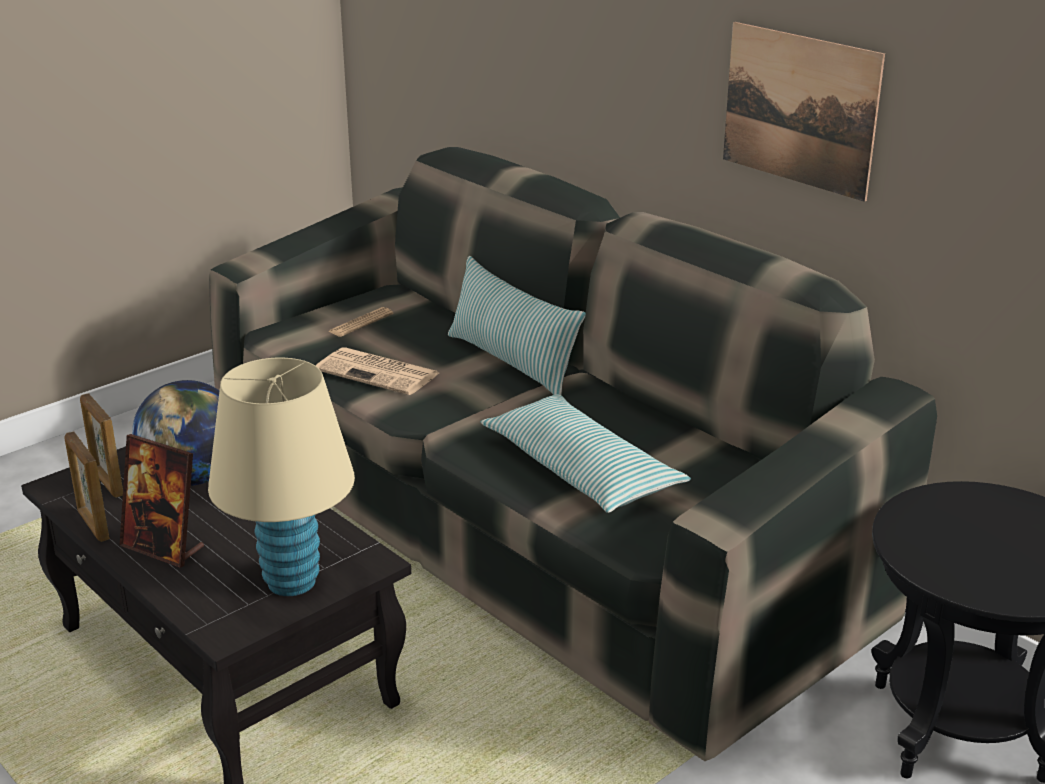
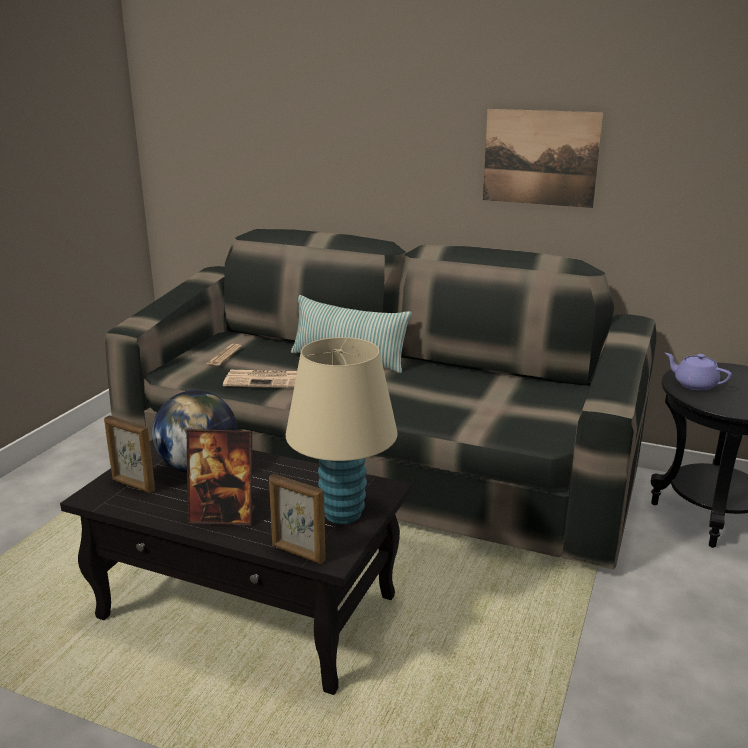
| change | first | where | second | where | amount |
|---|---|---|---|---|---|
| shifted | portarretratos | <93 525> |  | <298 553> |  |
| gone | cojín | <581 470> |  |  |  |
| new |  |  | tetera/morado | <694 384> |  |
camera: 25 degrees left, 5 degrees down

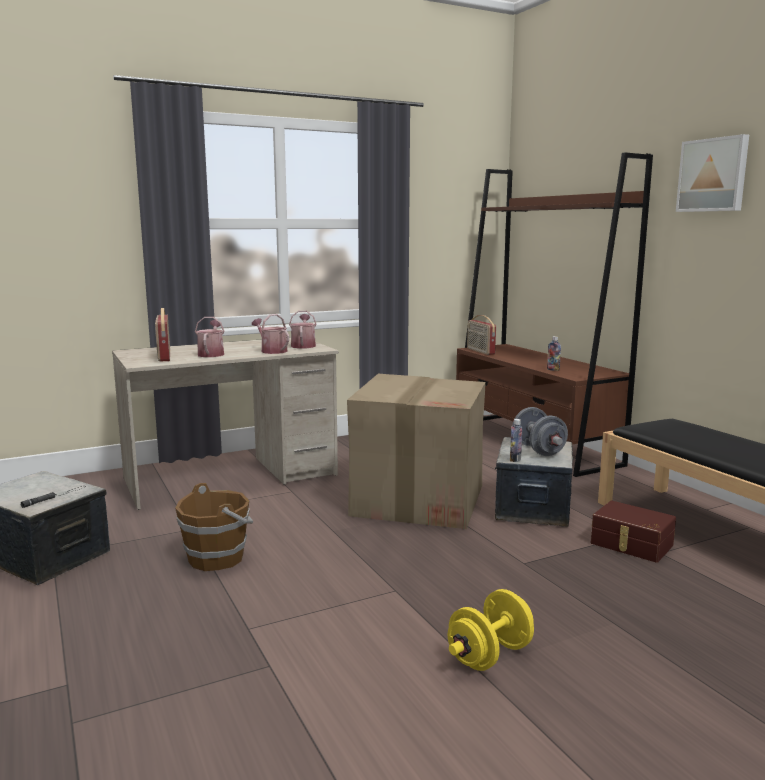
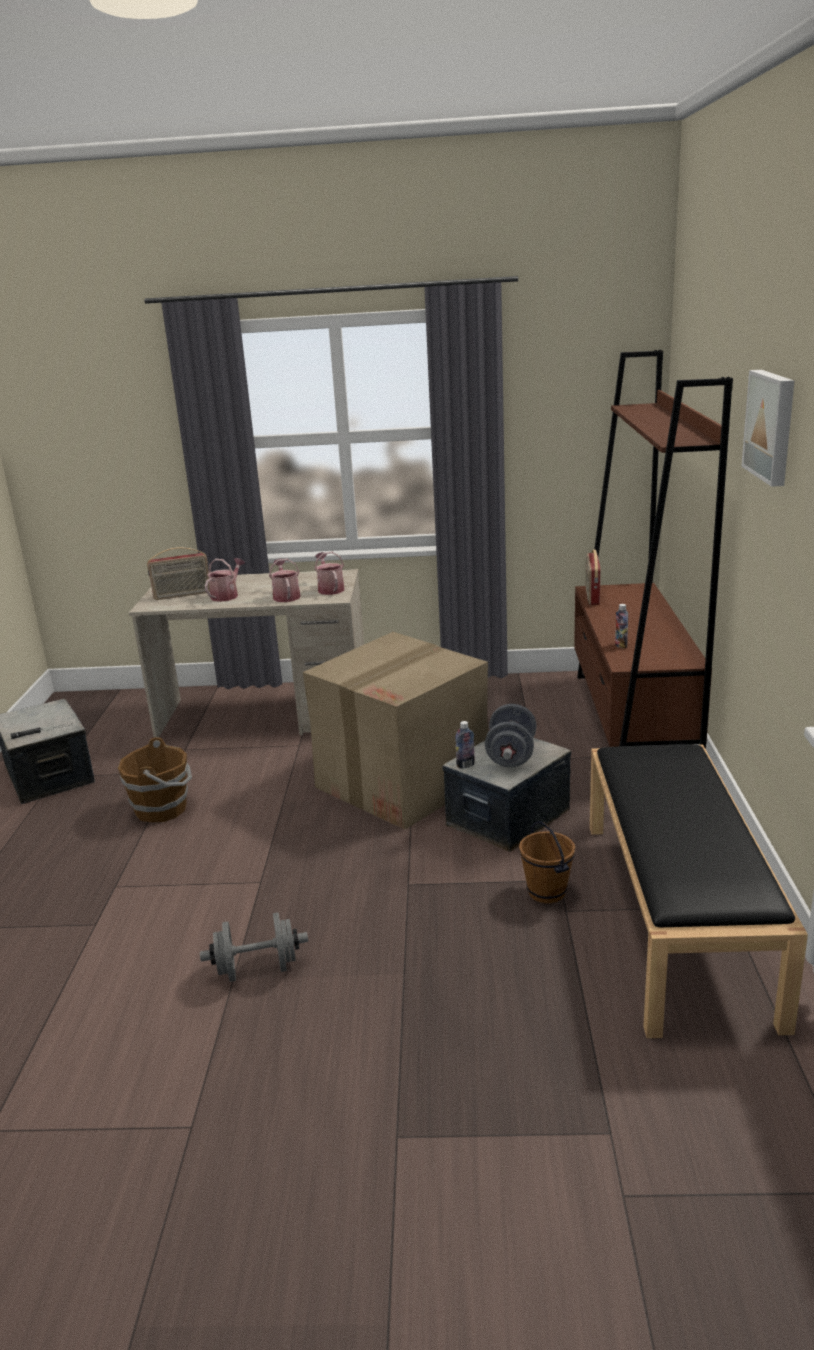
| change | first | where | second | where | amount |
|---|---|---|---|---|---|
| rotated | radio | <163 356> |  | <182 595> | 120 degrees counterclockwise |
| rotated | regadera | <303 345> |  | <330 589> | 45 degrees counterclockwise |
| repainted | mancuerna/amarillo | <490 655> | mancuerna/gris | <257 969> |  |
| swapped | caja de almacenaje/marrón | <631 545> | cubo/marrón | <547 892> |  |
camera: 30 degrees right, 10 degrees up

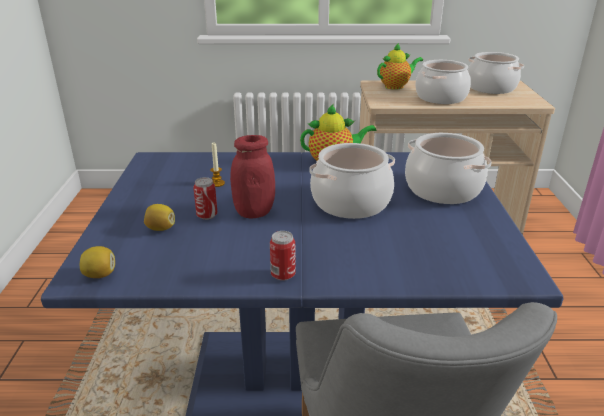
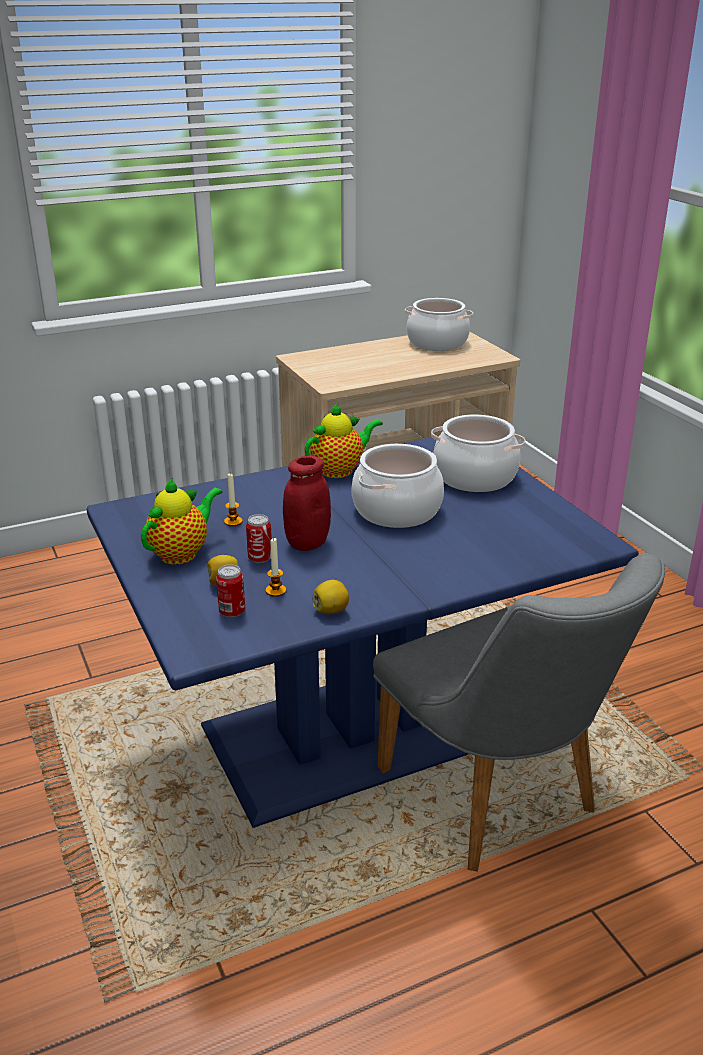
| change | first | where | second | where | amount |
|---|---|---|---|---|---|
| shifted | limón | <100 274> |  | <331 610> |  |
| shifted | lata | <283 275> |  | <232 612> |  |
| shifted | tetera | <396 86> |  | <182 553> |  |
| gone | olla | <441 97> |  |  |  |
| new |  |  | vela | <276 591> |  |
camera: 25 degrees left, 0 degrees up

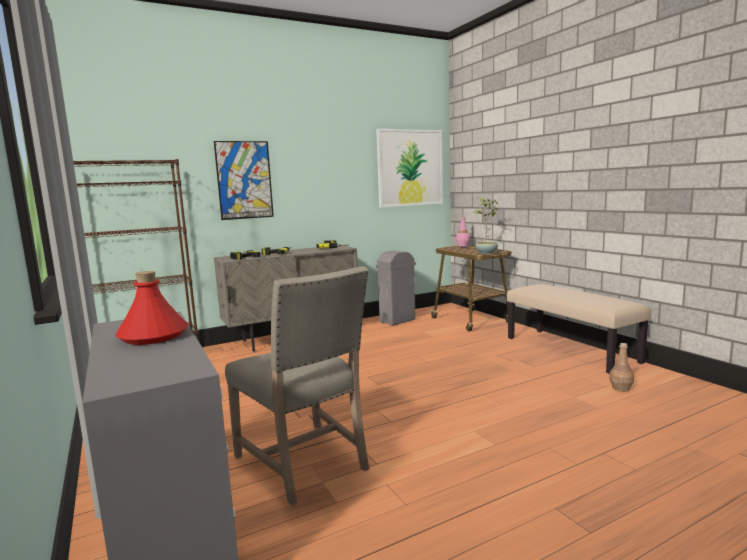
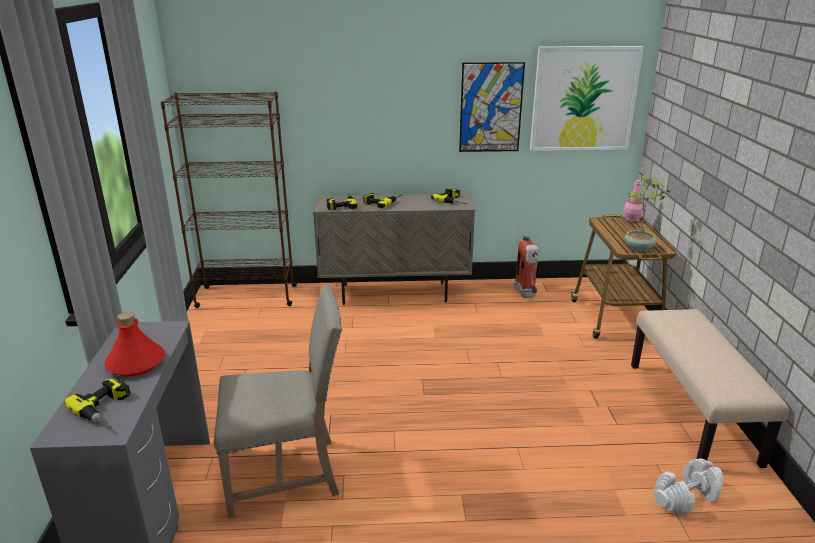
| change | first | where | second | where | amount |
|---|---|---|---|---|---|
| shifted | cuadro | <244 180> |  | <491 108> |  |
| rotated | silla/beis | <305 463> |  | <287 473> | 90 degrees counterclockwise |
| swapped | papelera/gris | <398 321> | extintor | <526 295> |  |
| swapped | botella/marrón | <621 388> | mancuerna/blanco | <686 497> |  |
| new |  |  | taladro | <108 409> |  |
camera: 25 degrees right, 15 degrees up

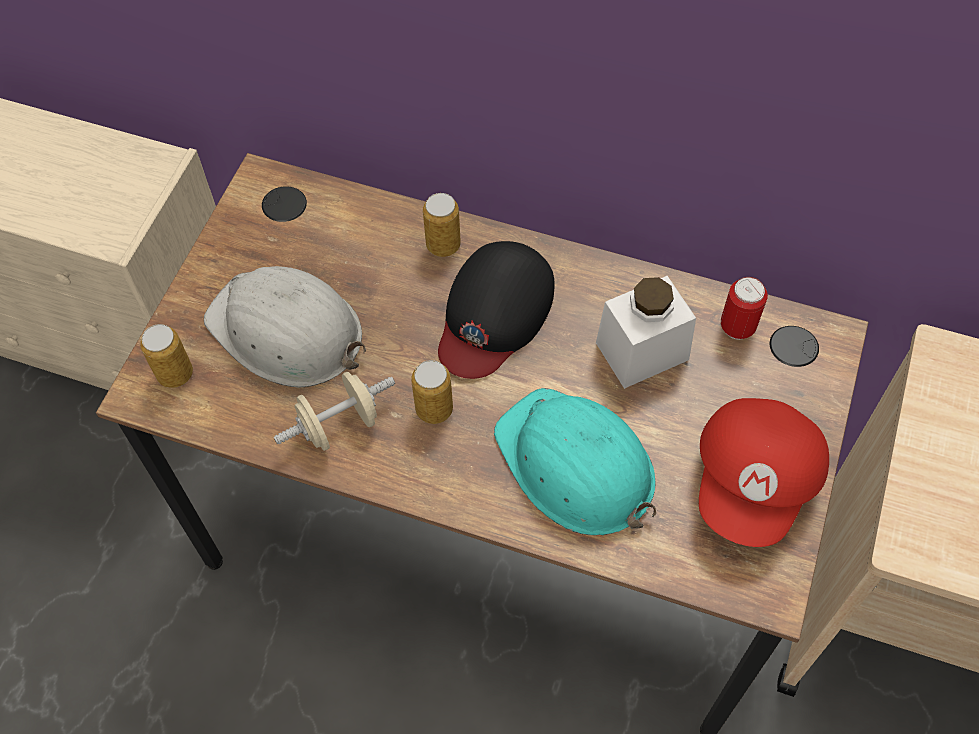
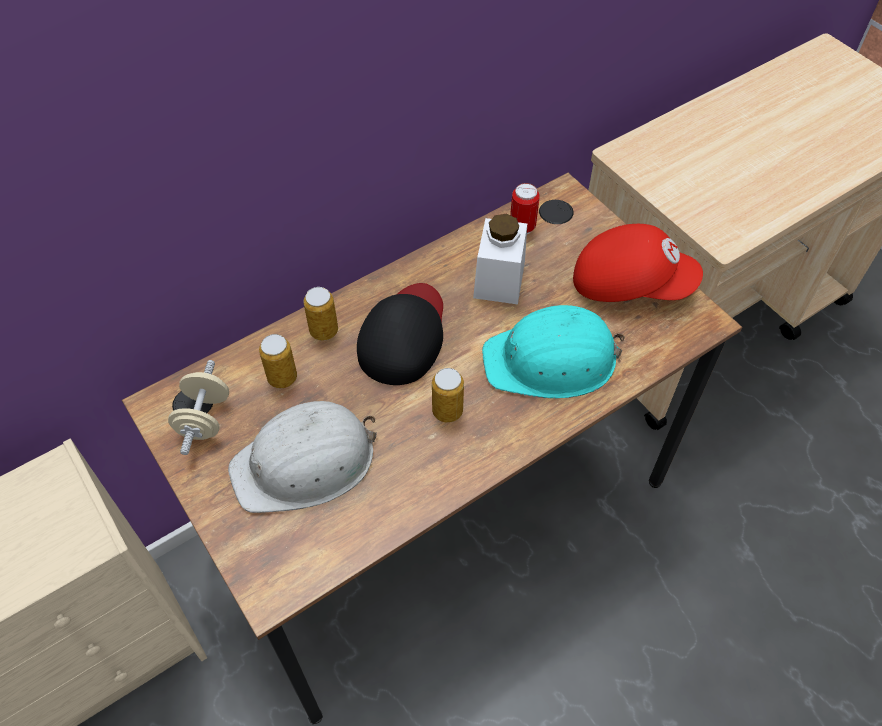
| change | first | where | second | where | amount |
|---|---|---|---|---|---|
| shifted | lata | <175 374> |  | <282 378> |  |
| shifted | mancuerna/beis | <339 425> |  | <204 419> |  |
| rotated | gorra/negro | <494 314> |  | <404 336> | 135 degrees counterclockwise |
| rotated | gorra/rojo | <755 482> |  | <630 283> | 45 degrees counterclockwise |
camera: 55 degrees left, 5 degrees down

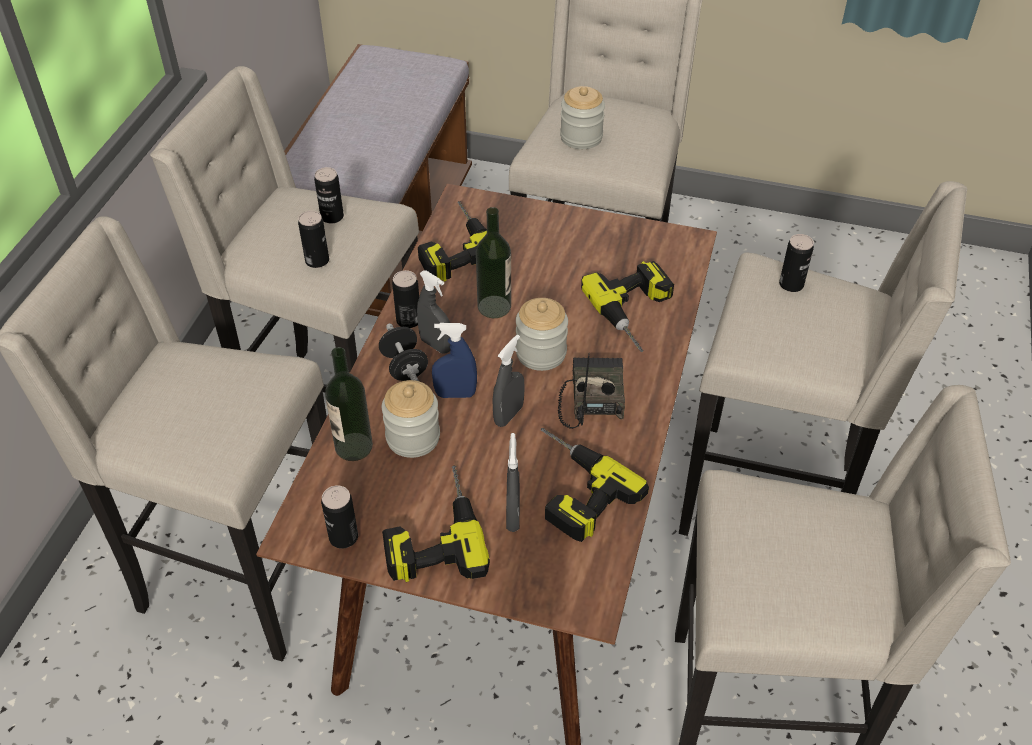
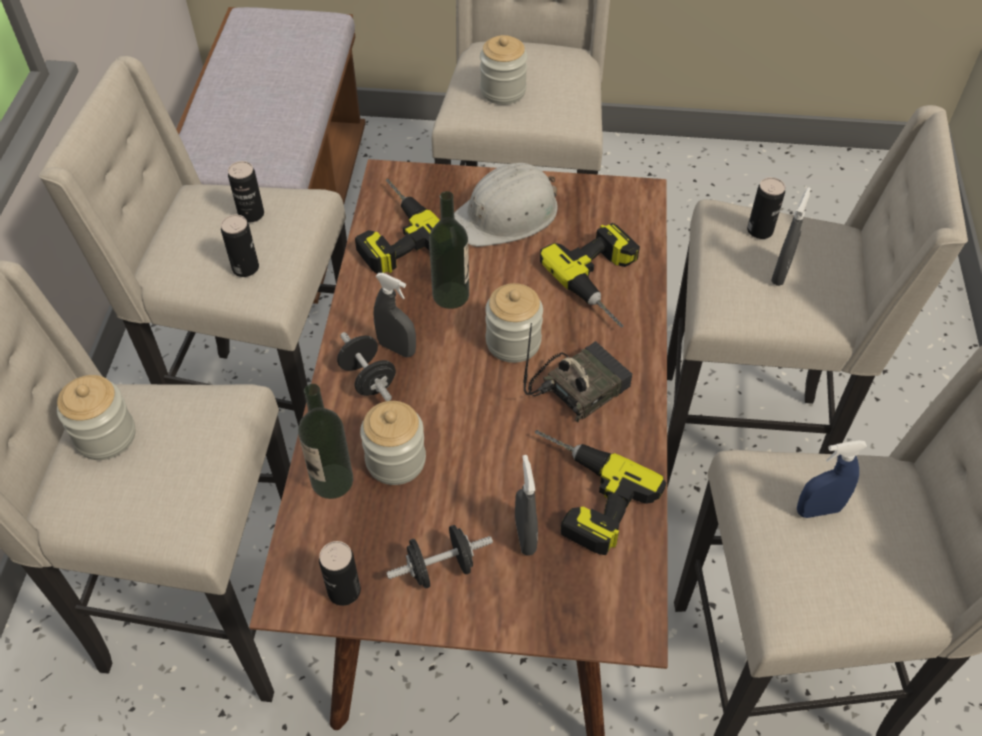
| change | first | where | second | where | amount |
|---|---|---|---|---|---|
| swapped | taladro | <431 531> | mancuerna/negro | <440 568> |  |
| gone | lata | <408 320> |  |  |  |
| shifted | pulverizador/azul | <455 394> |  | <818 510> |  |
| shifted | pulverizador/gris | <508 415> |  | <780 273> |  |
| rotated | radio | <591 398> |  | <578 386> | 60 degrees clockwise |
| new |  |  | tarro | <106 436> |  |
| new |  |  | casco/blanco | <507 214> |  |
camera: 10 degrees left, 5 degrees up

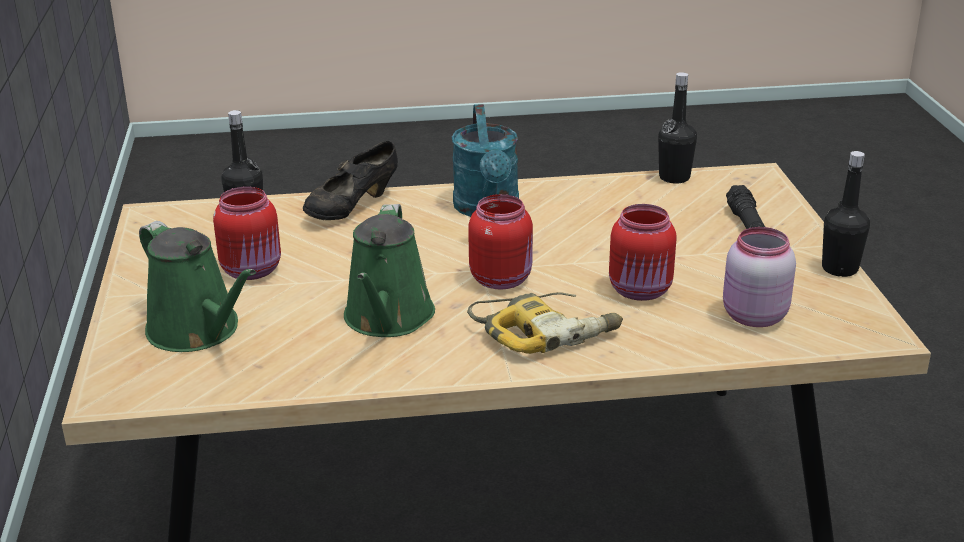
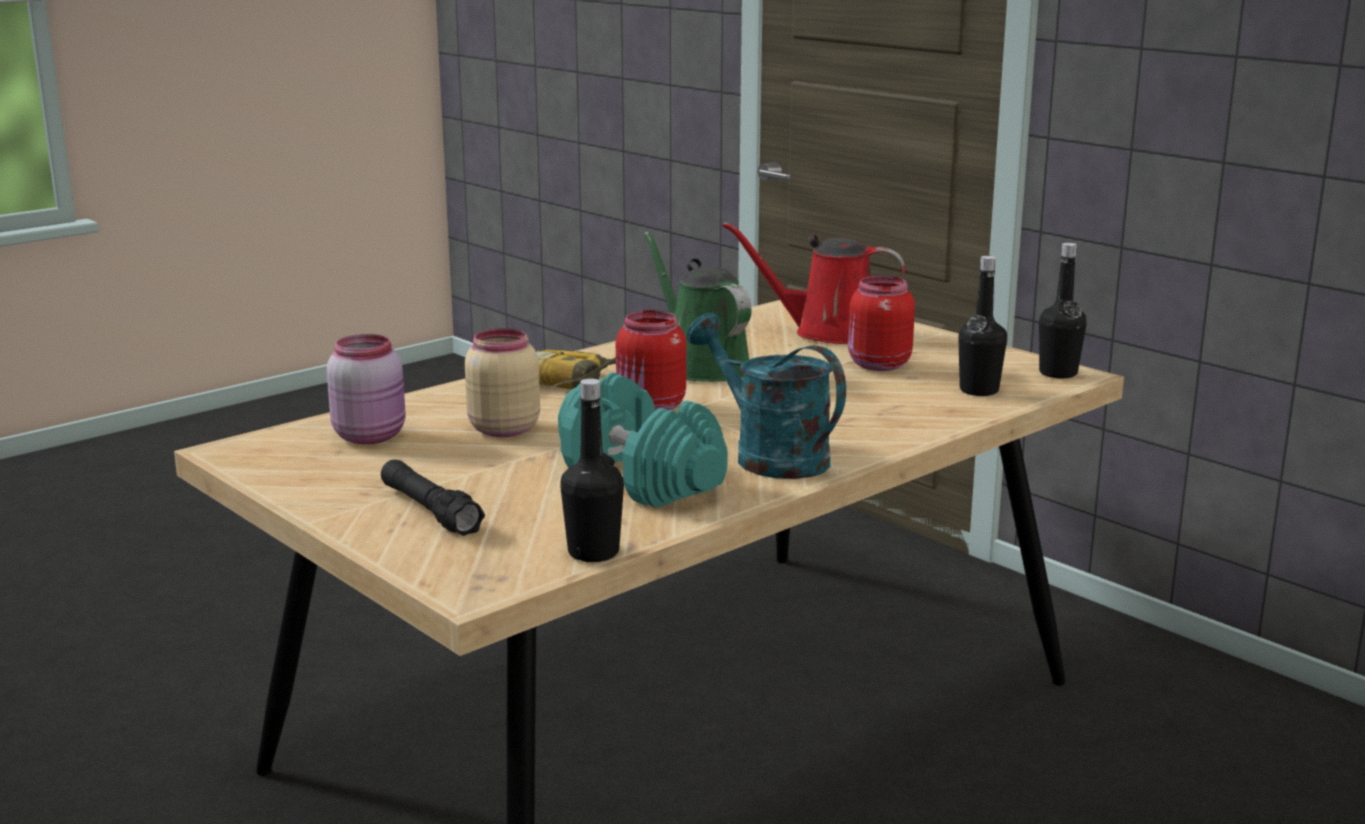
| change | first | where | second | where | amount |
|---|---|---|---|---|---|
| repainted | regadera/verde | <198 331> | regadera/rojo | <827 332> |  |
| gone | zapato/negro | <352 208> |  |  |  |
| repainted | tarro/rojo | <641 291> | tarro/beis | <502 429> |  |
| shifted | botella/negro | <839 269> |  | <1058 373> |  |
| new |  |  | mancuerna/turquesa | <639 479> |  |
camera: 145 degrees right, 10 degrees down

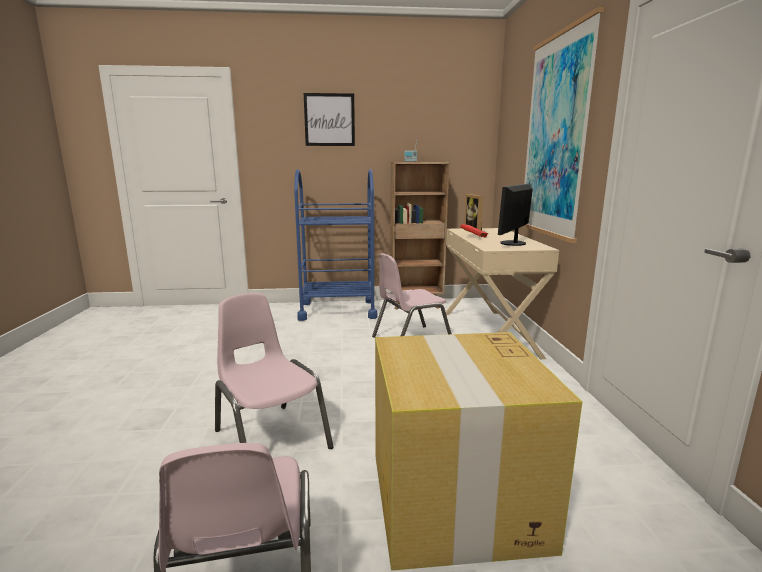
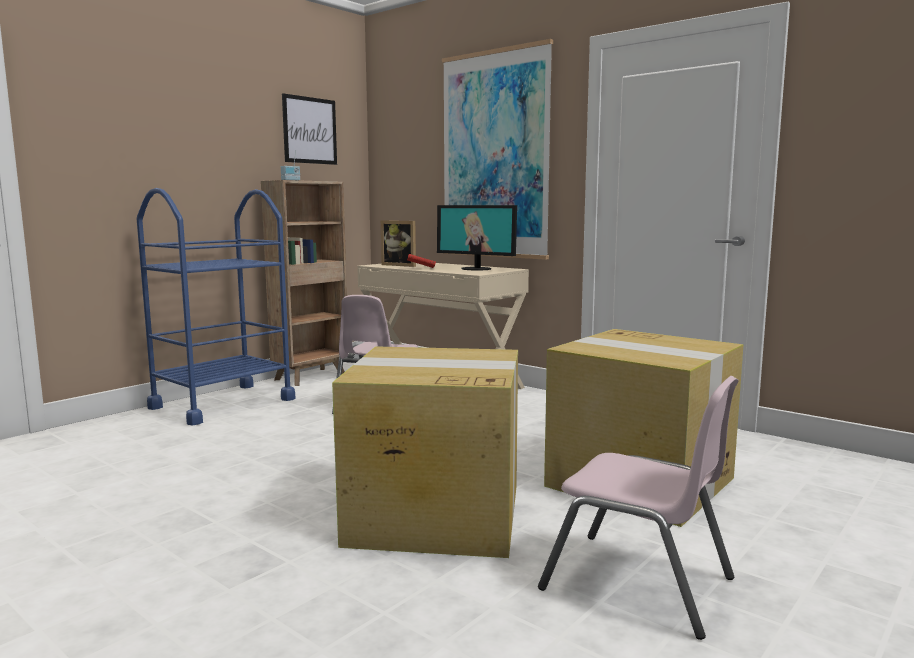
| change | first | where | second | where | amount |
|---|---|---|---|---|---|
| swapped | silla/rosa | <271 439> | caja de cartón | <433 514> |  |
| shifted | cuadro | <329 120> |  | <310 130> |  |
| rotated | monitor | <513 243> |  | <476 269> | 45 degrees counterclockwise |
camera: 45 degrees left, 5 degrees down

